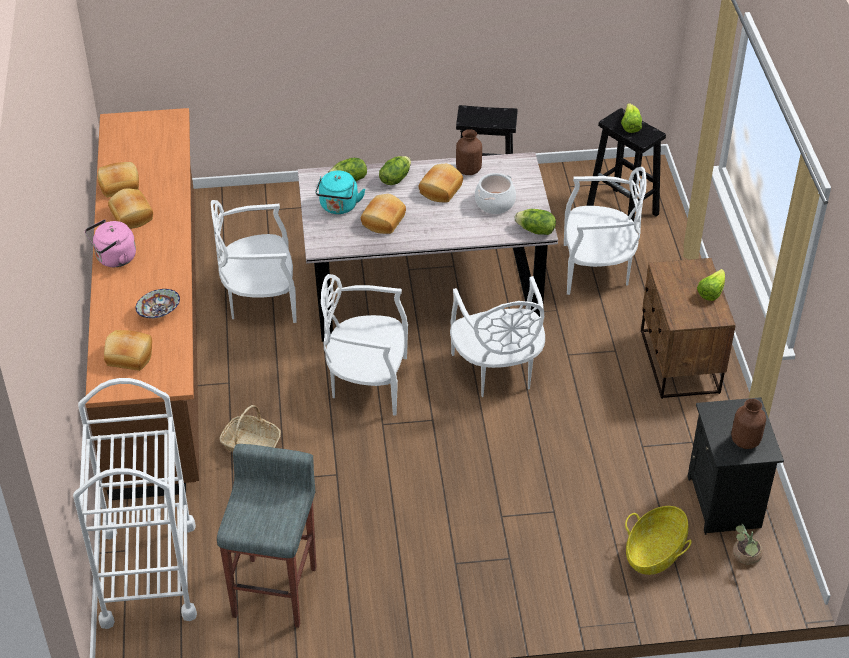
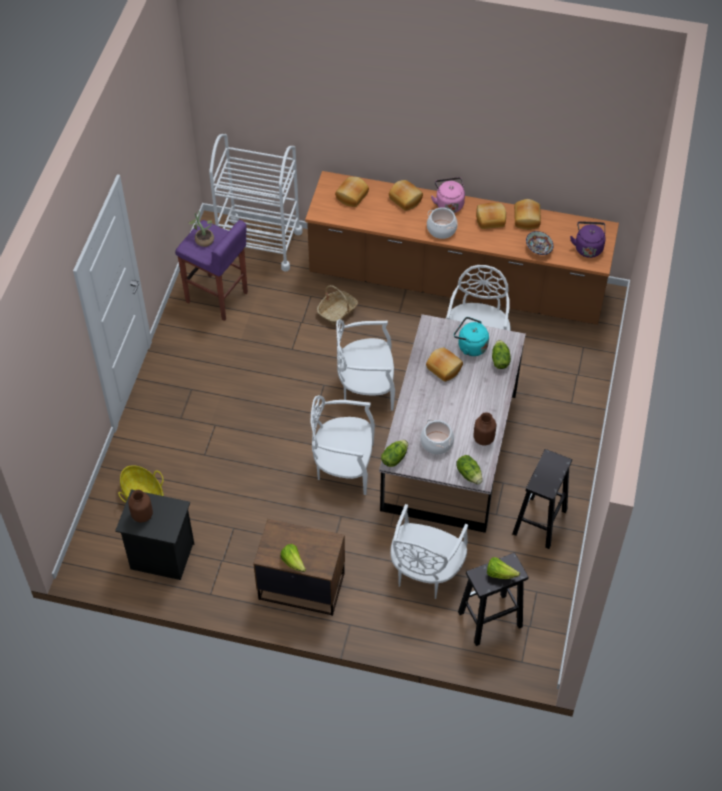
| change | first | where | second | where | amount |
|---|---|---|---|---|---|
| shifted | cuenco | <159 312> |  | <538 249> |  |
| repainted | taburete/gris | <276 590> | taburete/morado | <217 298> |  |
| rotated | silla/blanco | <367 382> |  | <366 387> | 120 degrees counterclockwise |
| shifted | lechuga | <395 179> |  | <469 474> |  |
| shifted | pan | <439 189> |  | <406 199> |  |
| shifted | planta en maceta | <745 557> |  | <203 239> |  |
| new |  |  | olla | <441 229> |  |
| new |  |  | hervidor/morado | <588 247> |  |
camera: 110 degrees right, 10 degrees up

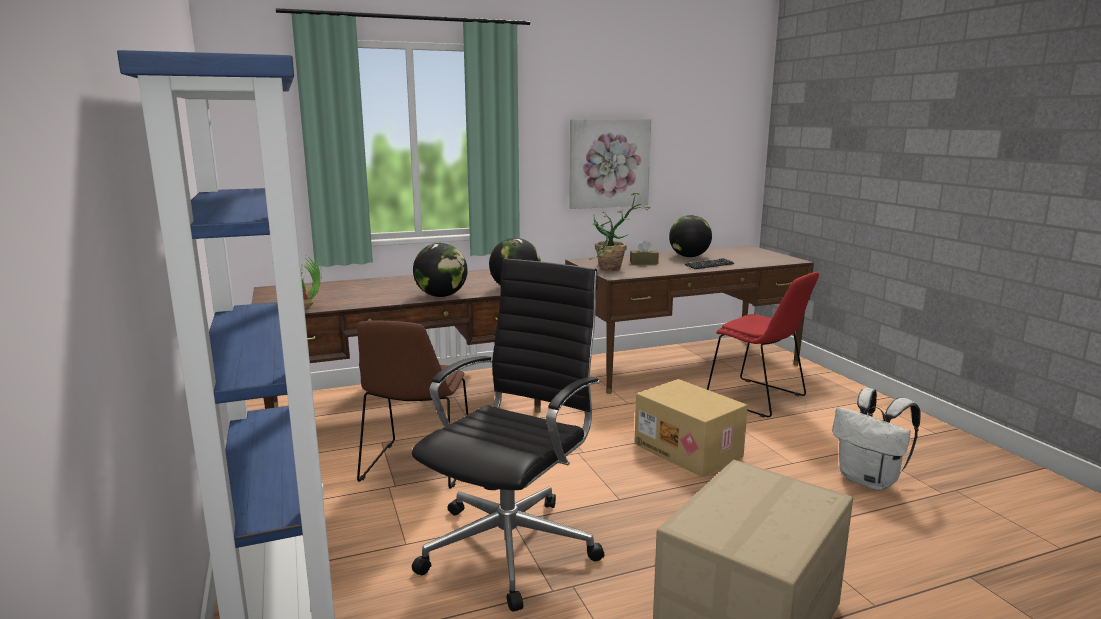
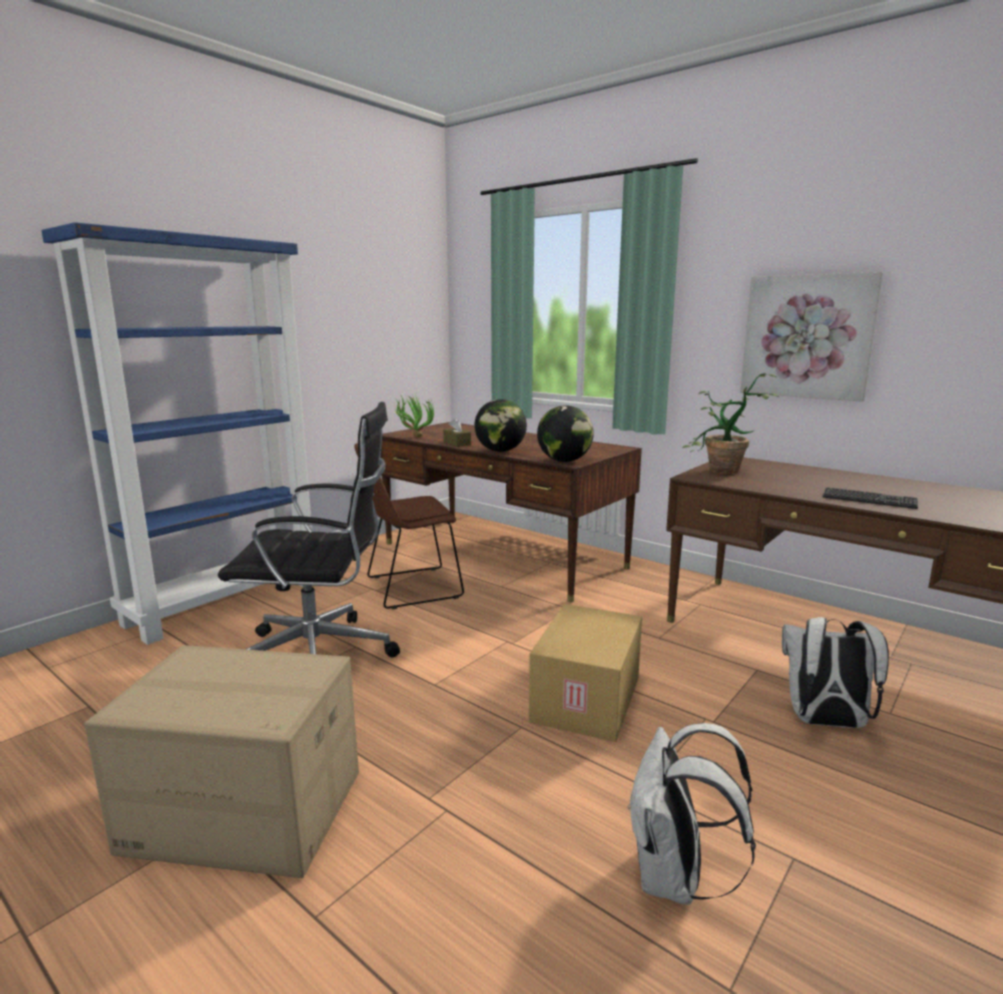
| change | first | where | second | where | amount |
|---|---|---|---|---|---|
| shifted | caja de pañuelos/marrón | <644 262> |  | <457 443> |  |
| gone | globo terráqueo | <689 256> |  |  |  |
| swapped | silla/rojo | <759 399> | mochila/blanco | <824 722> |  |
camera: 60 degrees right, 0 degrees up

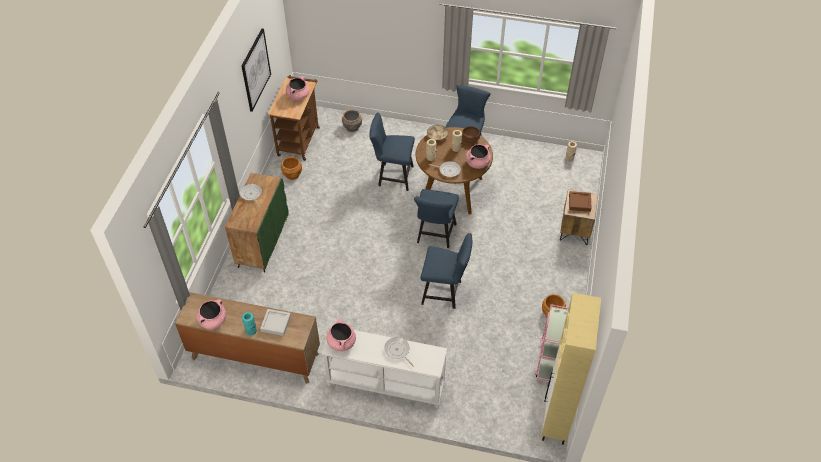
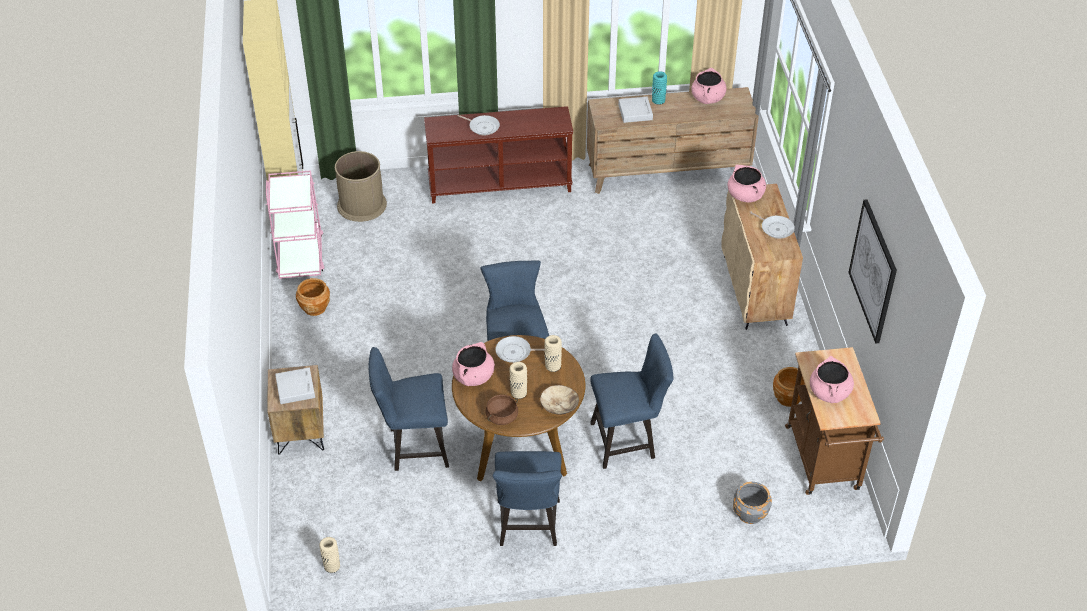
| change | first | where | second | where | amount |
|---|---|---|---|---|---|
| repainted | armario/verde | <262 242> | armario/beis | <755 290> |  |
| repainted | mesa consola/blanco | <385 384> | mesa consola/marrón | <500 184> |  |
| shifted | olla/rosa | <341 342> |  | <745 195> |  |
| shifted | silla/azul | <445 292> |  | <414 447> |  |
| repainted | bandeja/marrón | <579 203> | bandeja/gris | <295 388> |  |
| new |  |  | papelera/marrón | <361 205> |  |
camera: 160 degrees right, 5 degrees down

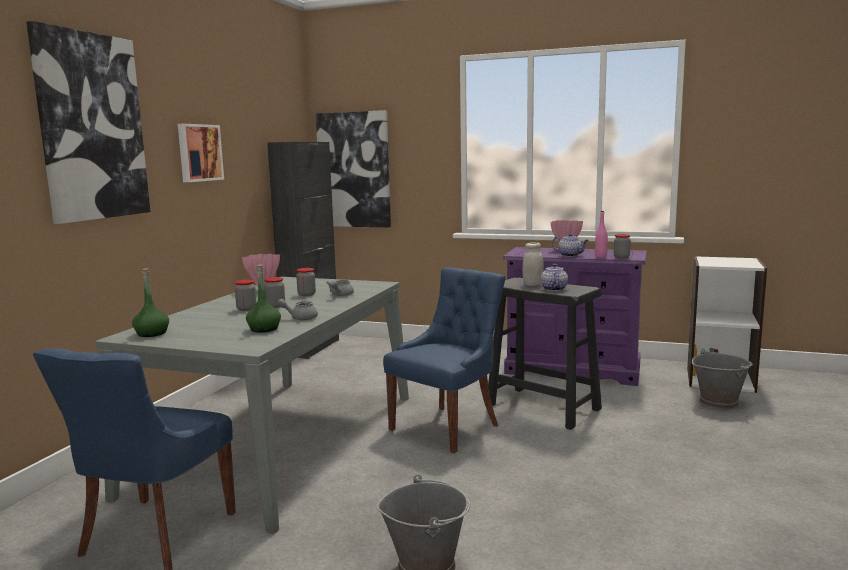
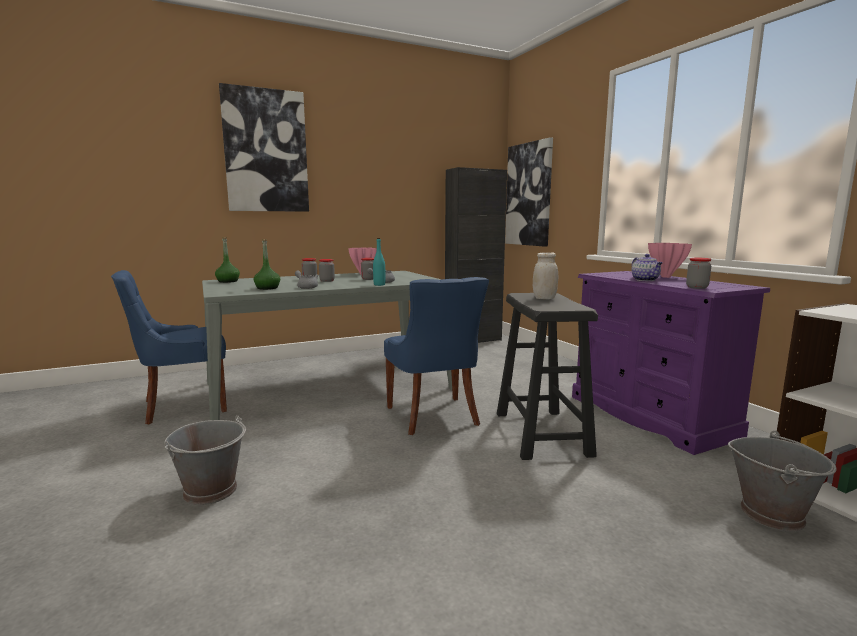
| change | first | where | second | where | amount |
|---|---|---|---|---|---|
| gone | cuadro | <199 153> |  |  |  |
| rotated | silla/azul | <447 427> |  | <434 416> | 75 degrees clockwise |
| gone | tetera | <553 289> |  |  |  |
| gone | botella/rosa | <600 256> |  |  |  |
| new |  |  | botella/turquesa | <379 285> |  |
camera: 45 degrees right, 0 degrees up

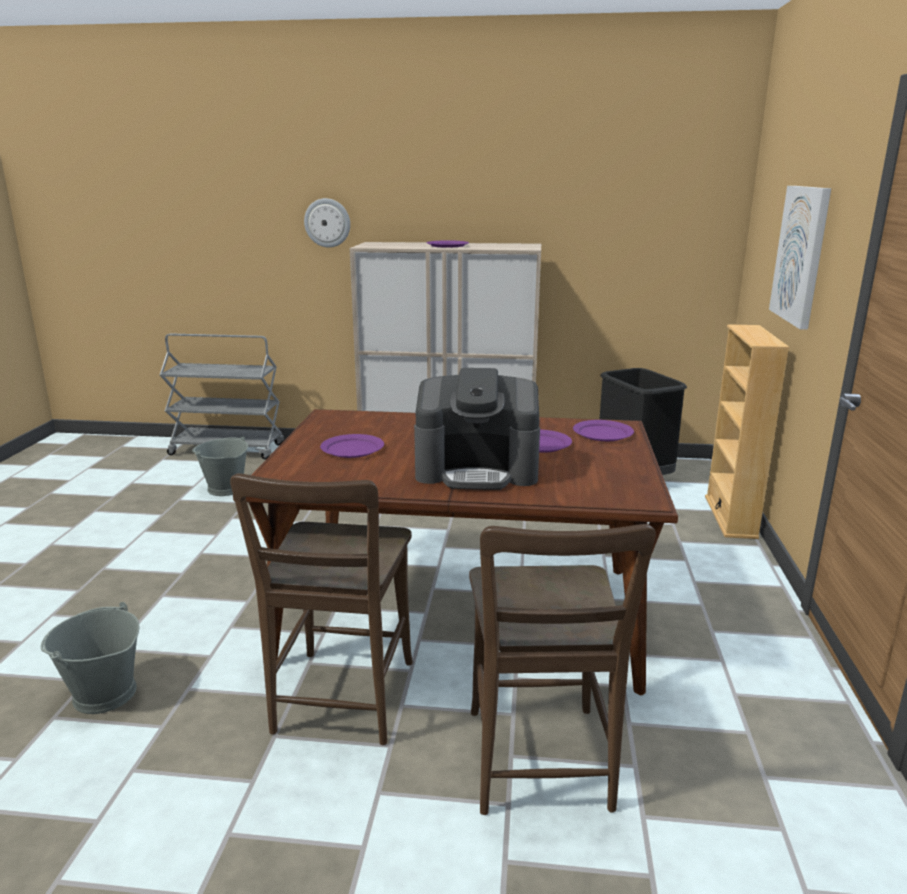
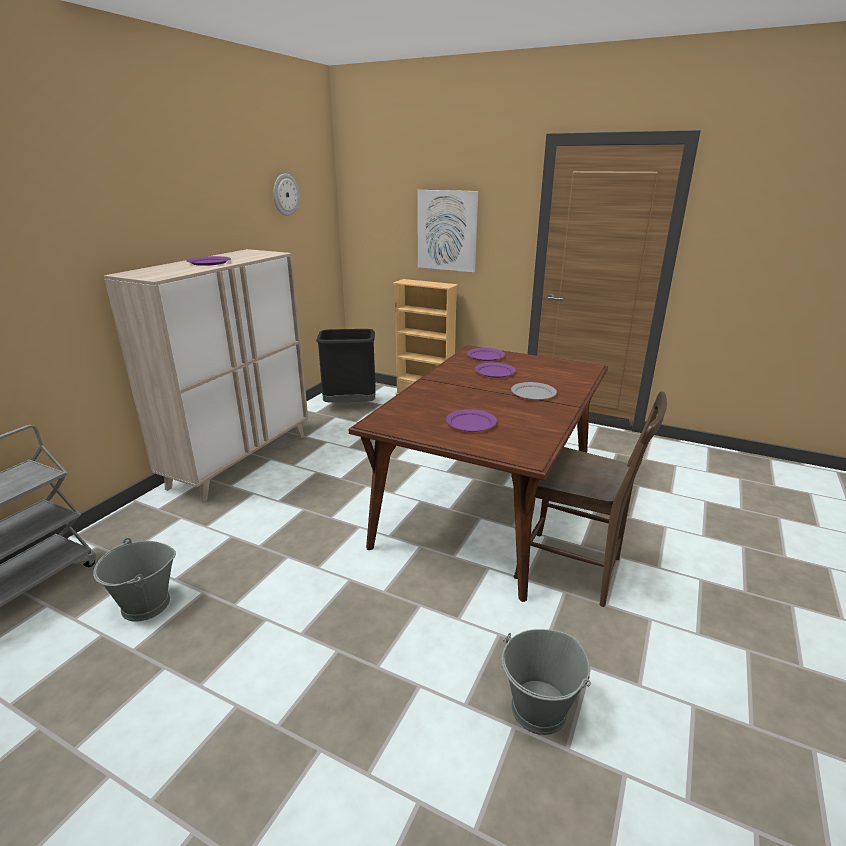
| change | first | where | second | where | amount |
|---|---|---|---|---|---|
| shifted | reloj de pared | <327 223> |  | <285 195> |  |
| swapped | cafetera | <477 470> | plato/gris | <533 393> |  |
| gone | silla/marrón | <539 766> |  |  |  |
camera: 70 degrees left, 5 degrees up

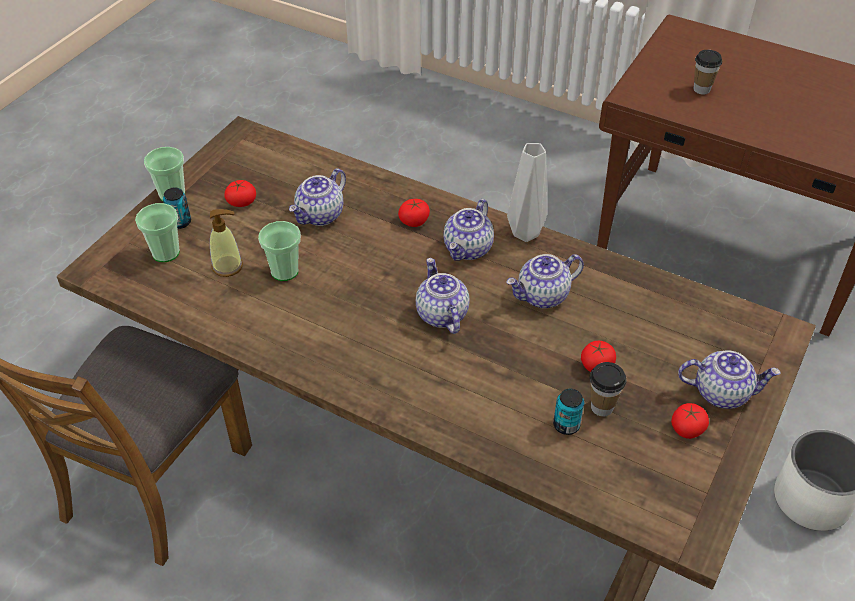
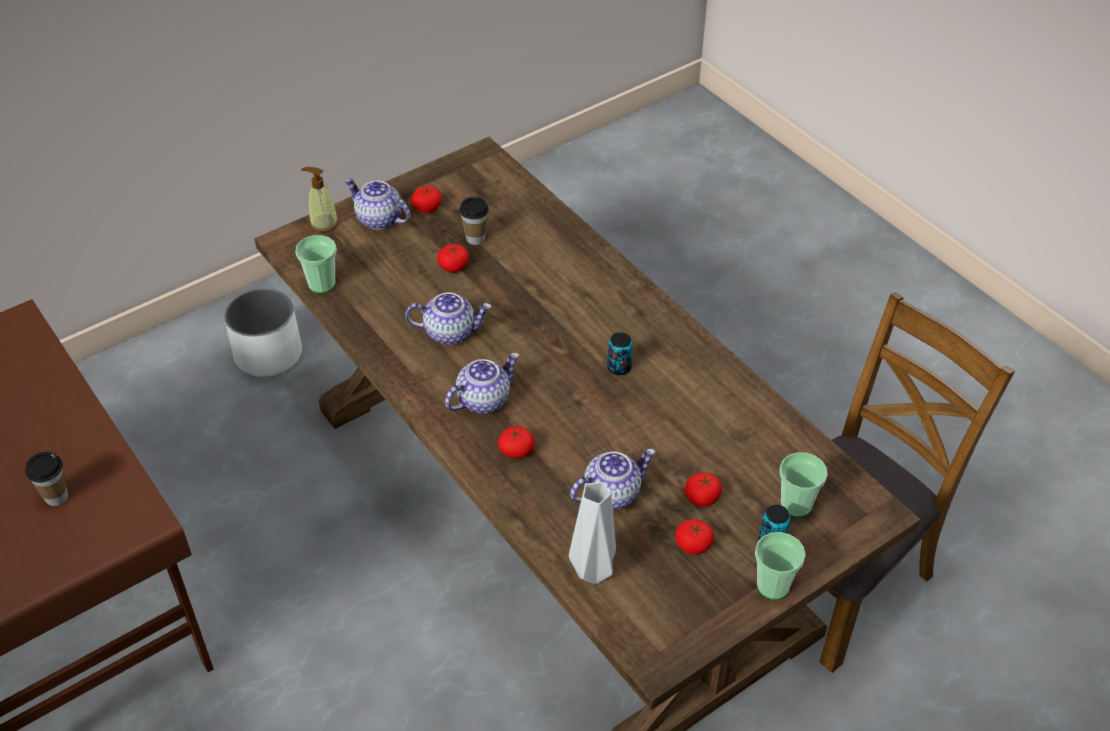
| change | first | where | second | where | amount |
|---|---|---|---|---|---|
| shifted | dispensador de jabón | <227 266> |  | <324 223> |  |
| shifted | taza | <284 271> |  | <322 284> |  |
| gone | tetera | <441 314> |  |  |  |
| shifted | florero/gris | <524 233> |  | <594 572> |  |
| shifted | lata | <566 425> |  | <619 368> |  |
| new |  |  | tomate | <702 497> |  |
camera: 155 degrees left, 0 degrees up

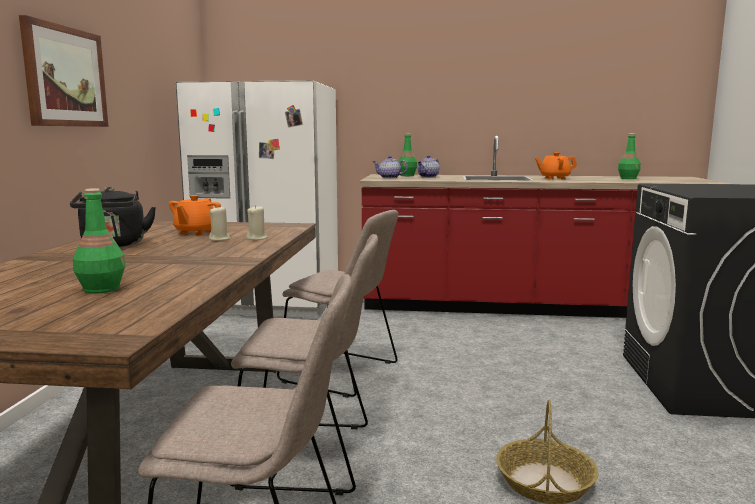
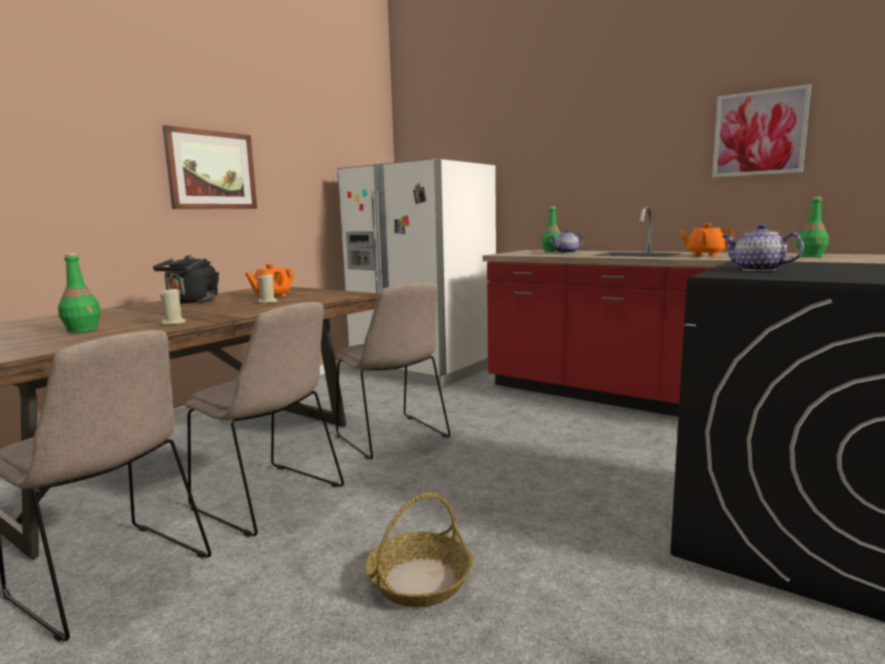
| change | first | where | second | where | amount |
|---|---|---|---|---|---|
| shifted | vela/beis | <257 238> |  | <174 323> |  |
| shifted | tetera | <389 178> |  | <757 270> |  |
| new |  |  | cuadro | <759 133> |  |
camera: 30 degrees right, 0 degrees up

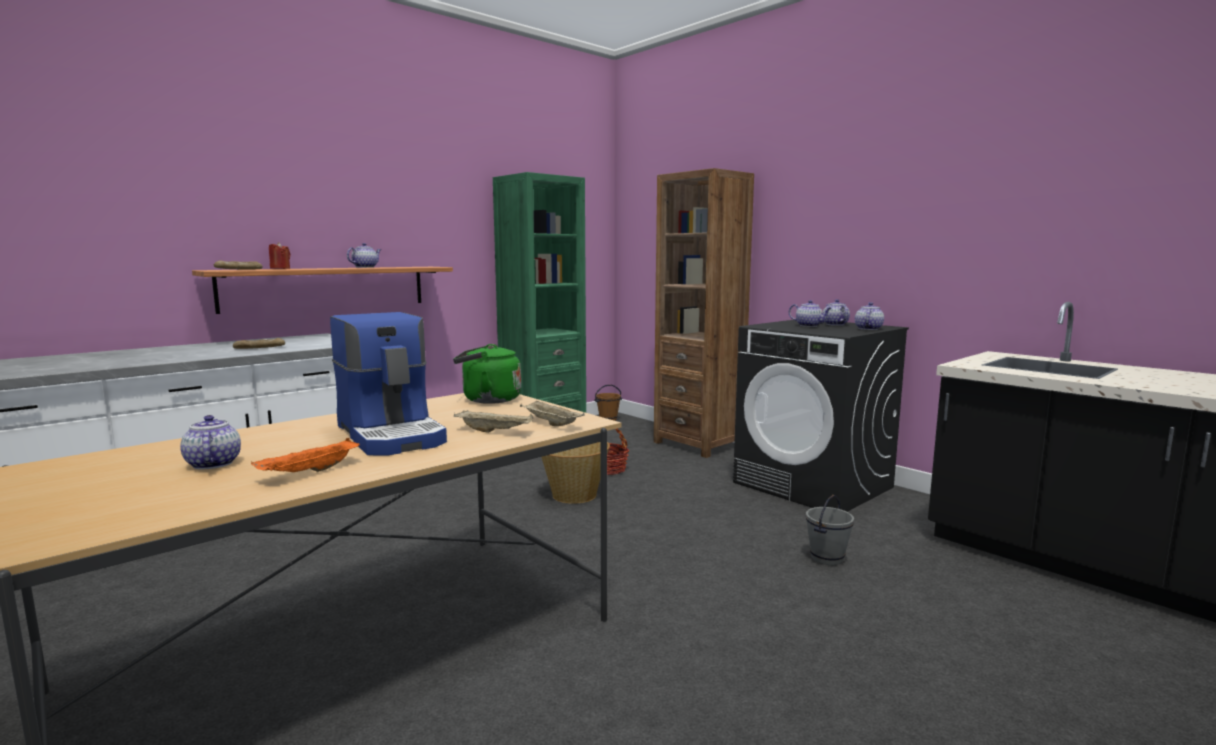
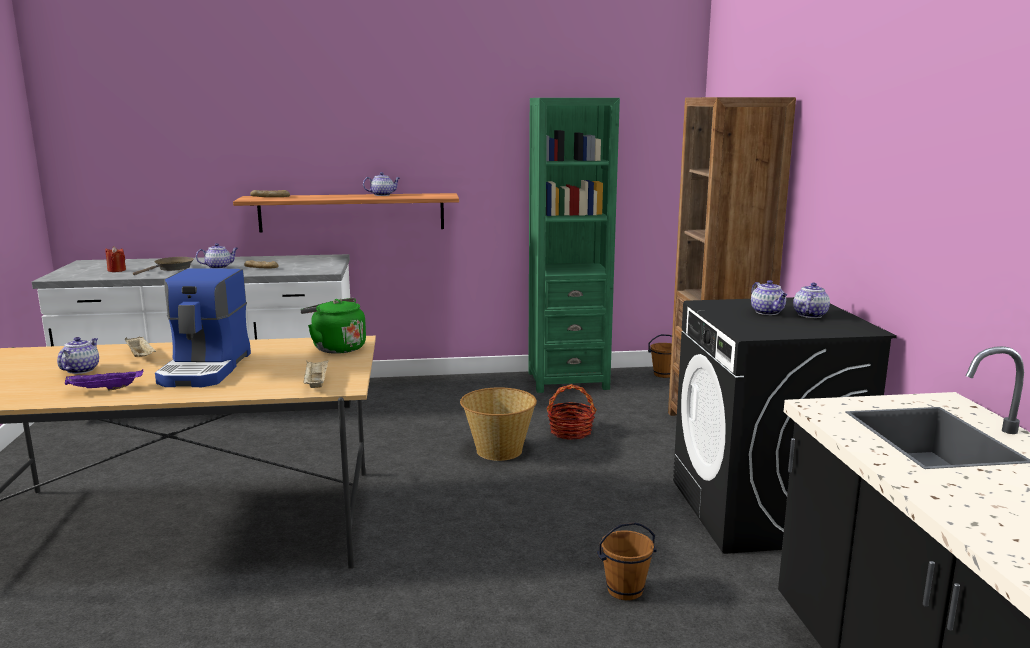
| change | first | where | second | where | amount |
|---|---|---|---|---|---|
| repainted | bandeja/naranja | <309 472> | bandeja/morado | <104 389> |  |
| shifted | vela/rojo | <280 268> |  | <116 270> |  |
| shifted | bandeja/beis | <495 431> |  | <141 357> |  |
| repainted | cubo/gris | <827 558> | cubo/marrón | <625 591> |  |
| shifted | tetera | <868 329> |  | <219 267> |  |
| new |  |  | sartén/marrón | <172 268> |  |
camera: 35 degrees right, 5 degrees up

